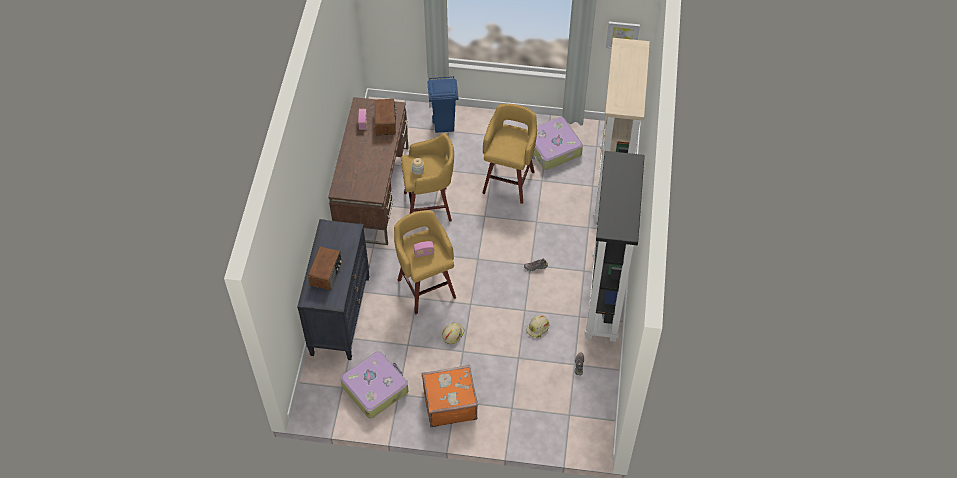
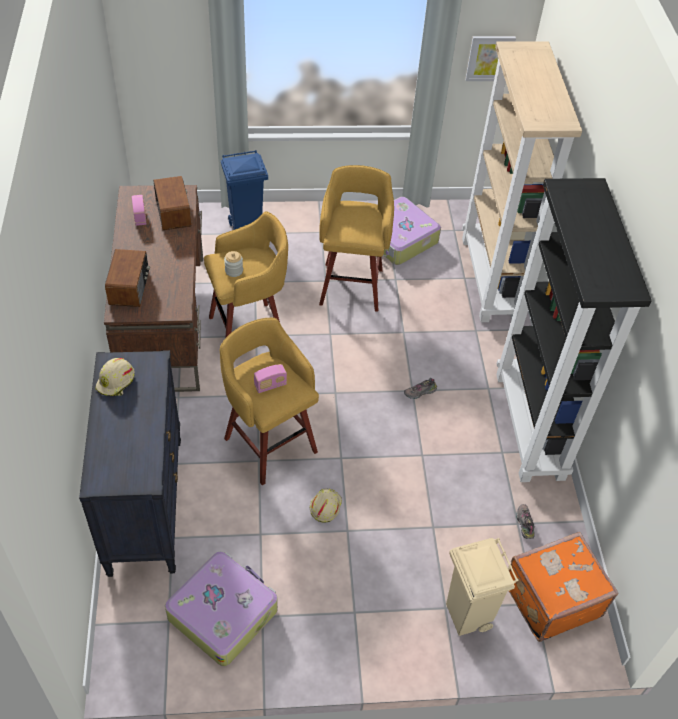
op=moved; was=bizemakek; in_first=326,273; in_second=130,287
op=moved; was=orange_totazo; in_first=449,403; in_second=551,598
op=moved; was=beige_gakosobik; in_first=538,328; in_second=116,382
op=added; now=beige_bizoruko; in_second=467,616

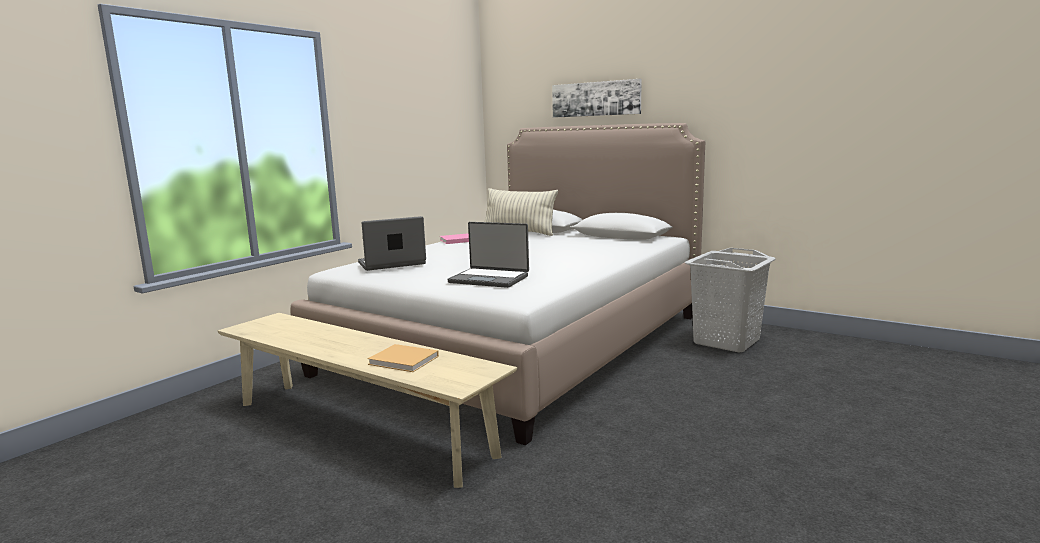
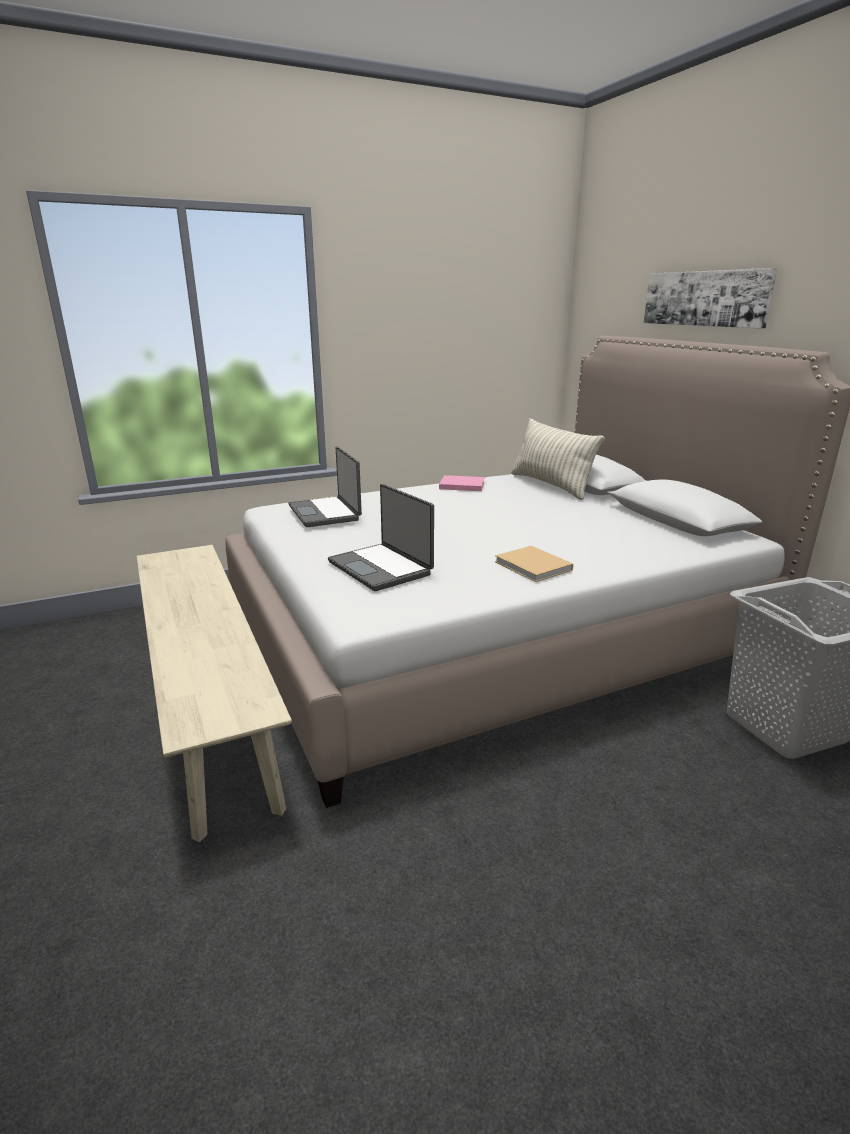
op=turned; was=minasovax; in_first=392,264; in_second=326,513; clockwise=-120
op=moved; was=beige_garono; in_first=405,360; in_second=534,567

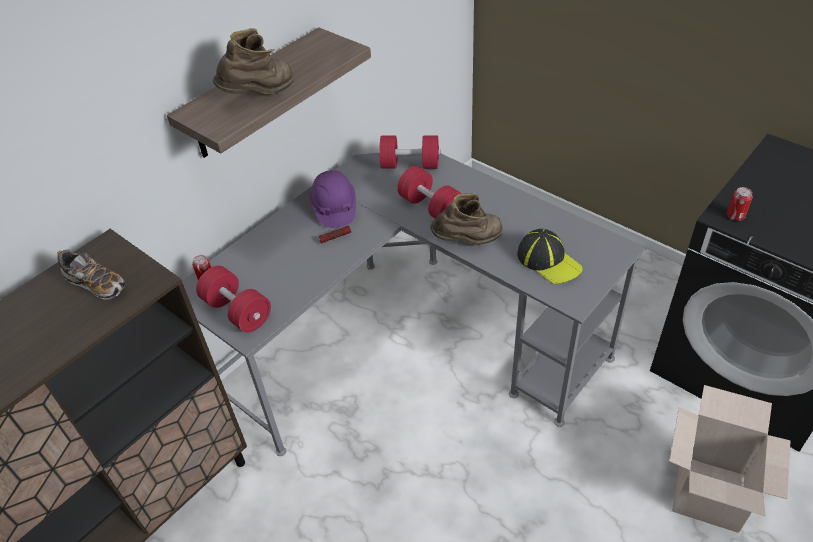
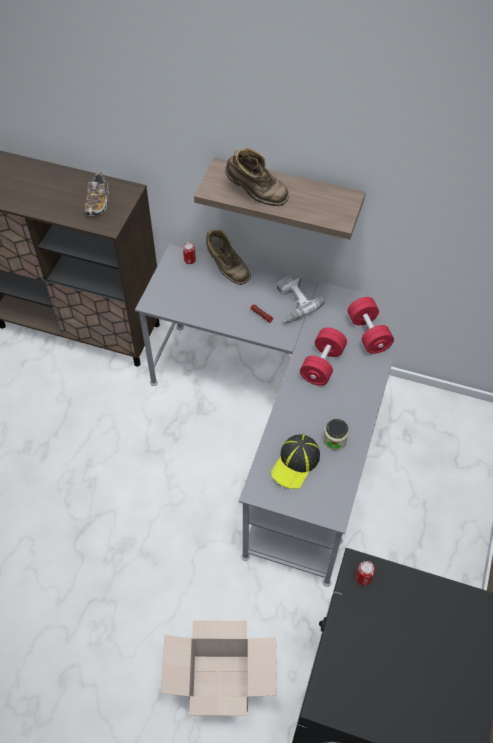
op=removed; was=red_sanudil; in_first=237,311
op=replaced; was=purple_gakosobik; now=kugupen; in_first=334,208; in_second=292,303
op=moved; was=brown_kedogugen; in_first=468,241; in_second=226,269
op=added; now=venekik; in_second=334,440

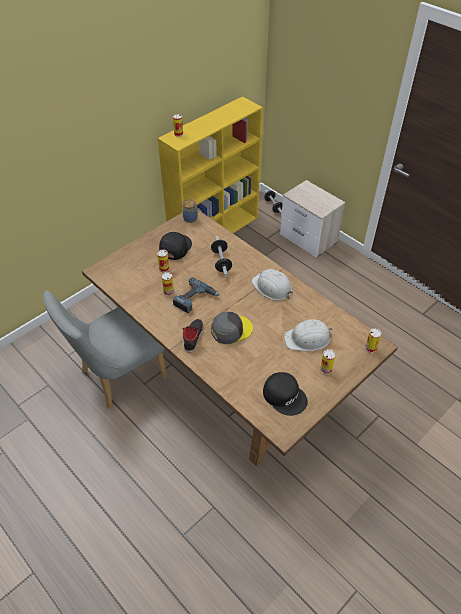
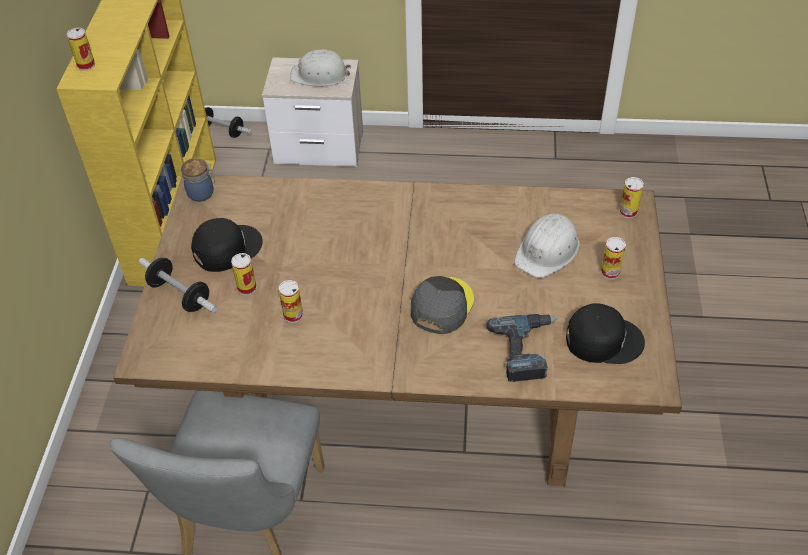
op=turned; was=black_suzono; in_first=175,247; in_second=226,248; clockwise=75
op=moved; was=kugupen; in_first=195,299; in_second=526,350
op=removed; was=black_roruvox; in_first=193,337
op=moved; was=sanudil; in_first=221,261; in_second=180,295
op=moved; was=white_gakosobik; in_first=272,287; in_second=320,75

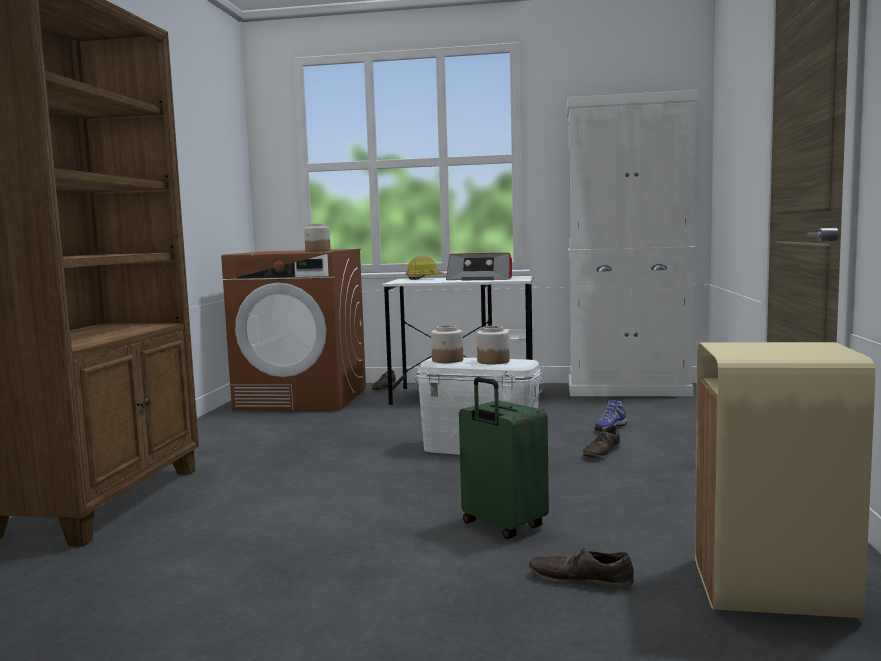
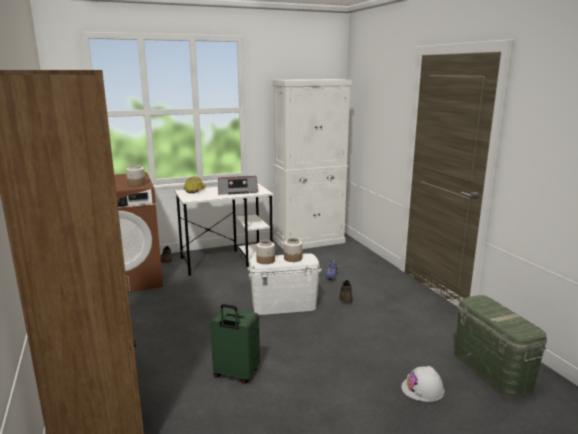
op=moved; was=green_totazo; in_first=502,526; in_second=235,374
op=replaced; was=brown_roruvox; now=white_gakosobik; in_first=580,579; in_second=423,389
op=replaced; was=beige_bizoruko; now=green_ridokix; in_first=772,589; in_second=492,371

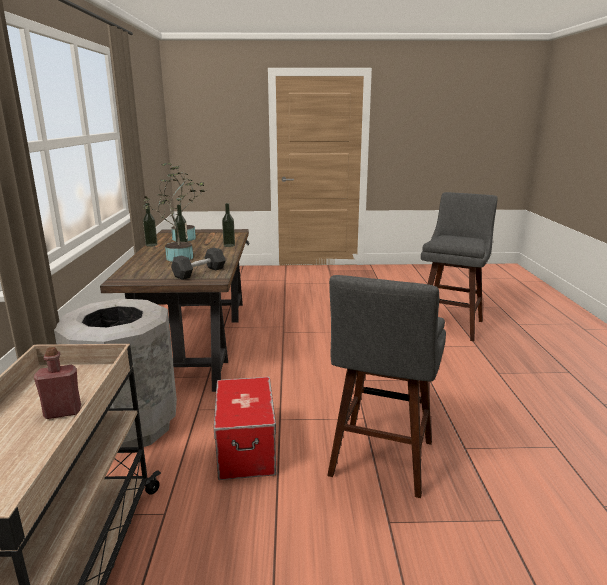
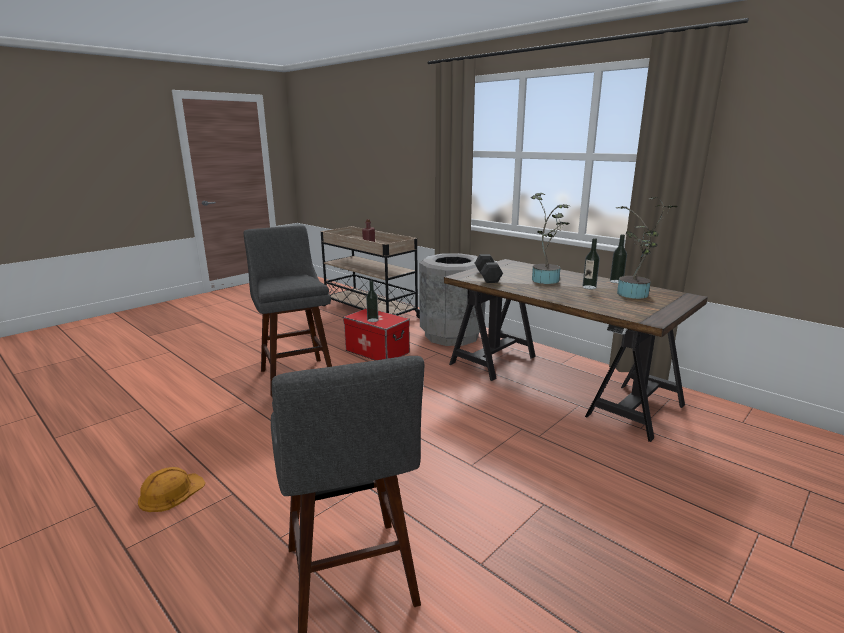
op=moved; was=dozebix; in_first=229,245; in_second=372,320
op=added; now=orange_gakosobik; in_second=171,492

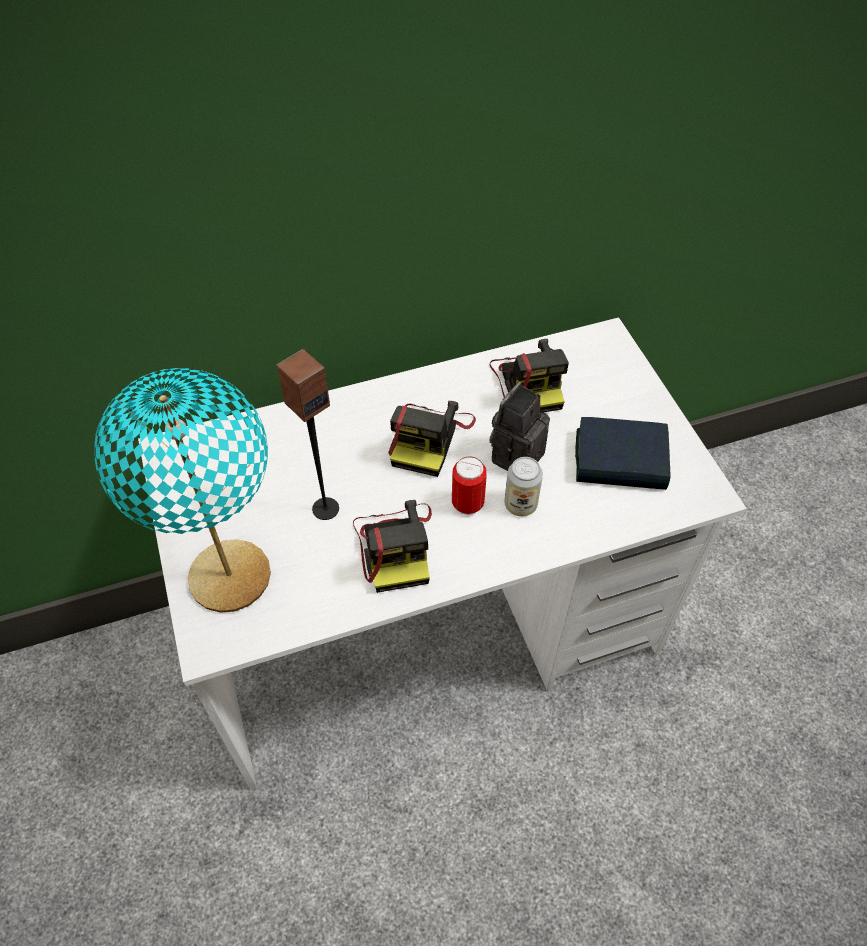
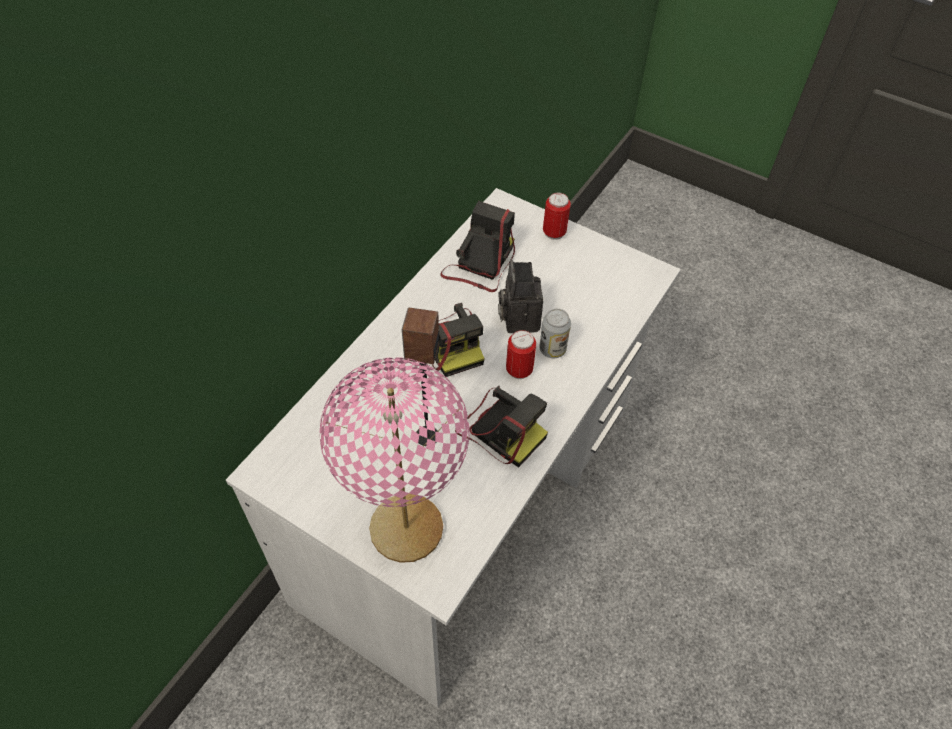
op=recoloured; was=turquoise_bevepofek; now=pink_bevepofek; in_first=229,576; in_second=405,528
op=turned; was=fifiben; in_first=529,382; in_second=480,264; clockwise=-105
op=removed; was=garono; in_first=620,461
op=added; now=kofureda; in_second=554,233

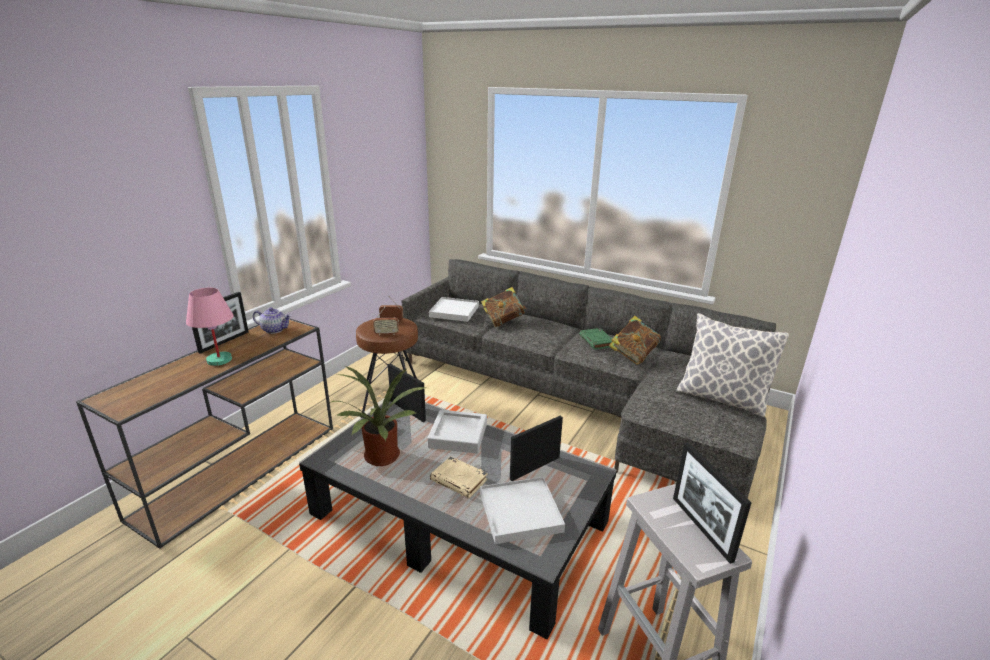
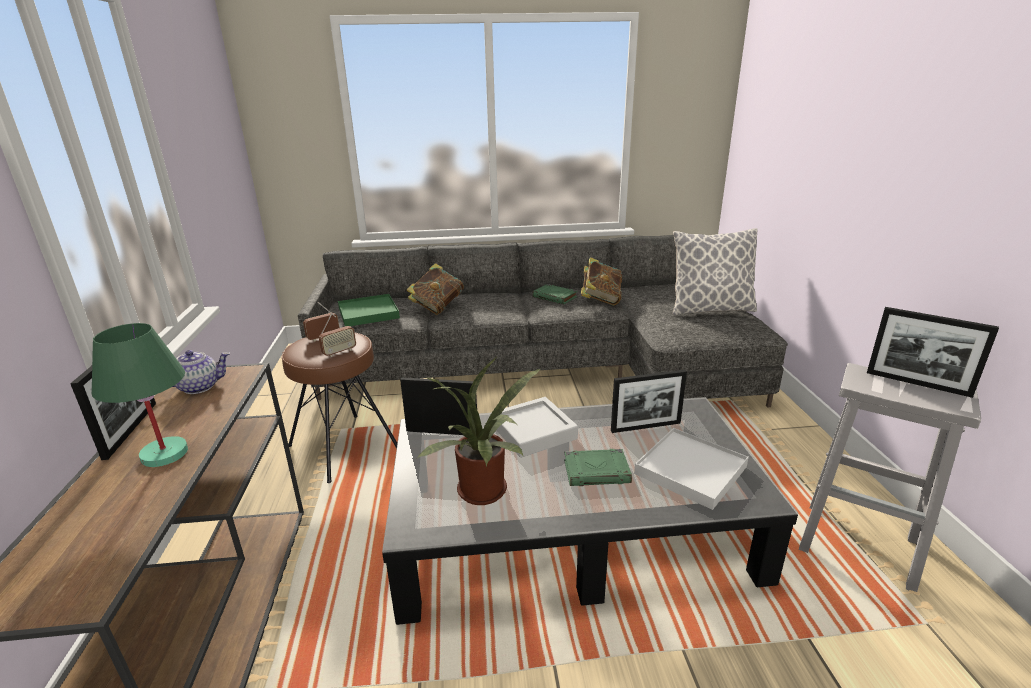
op=recoloured; was=pink_bevepofek; now=green_bevepofek; in_first=219,360; in_second=163,454
op=recoloured; was=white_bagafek; now=green_bagafek; in_first=454,311; in_second=368,313
op=recoloured; was=beige_garono; now=green_garono; in_first=459,480; in_second=597,472
op=turned; was=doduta; in_first=535,468; in_second=645,427; clockwise=-120

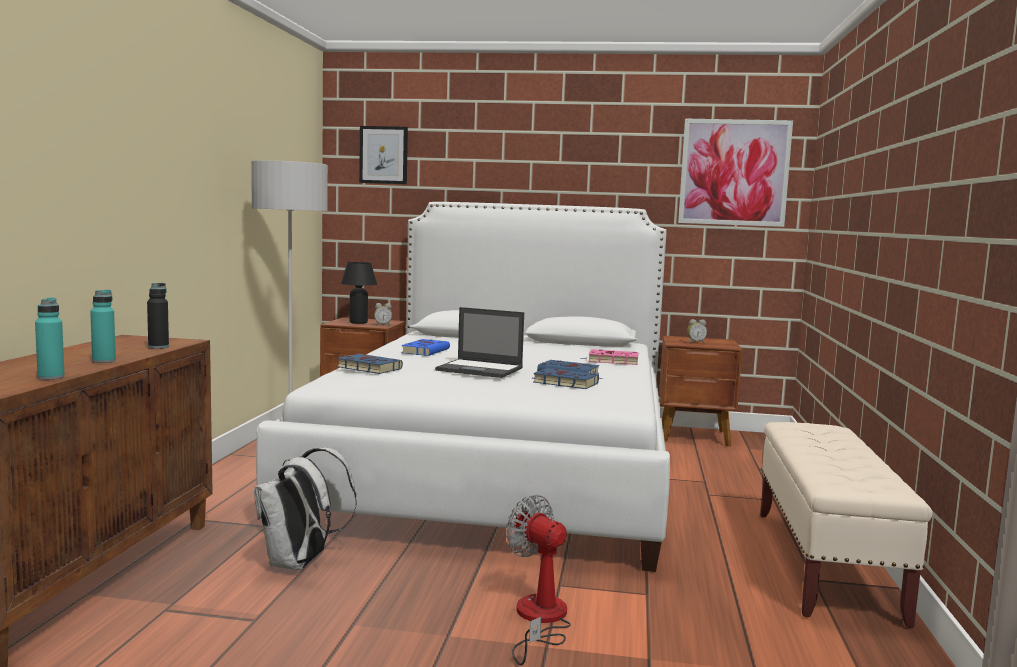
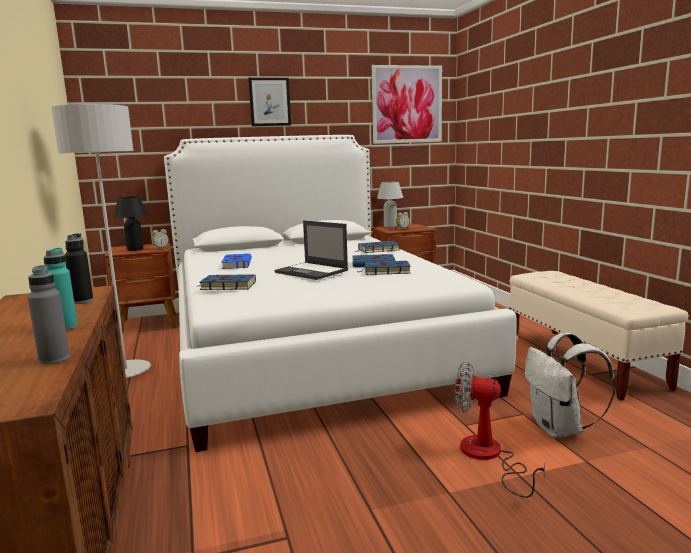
op=recoloured; was=turquoise_dozebix; now=grey_dozebix; in_first=51,377; in_second=54,359
op=moved; was=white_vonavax; in_first=300,563; in_second=560,429
op=moved; was=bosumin; in_first=383,155; in_second=269,102
op=turned; was=minasovax; in_first=480,369; in_second=312,271; clockwise=45
op=recoloured; was=pink_garono; now=blue_garono; in_first=611,361; in_second=377,250
op=added; now=white_bevepofek; in_second=390,226

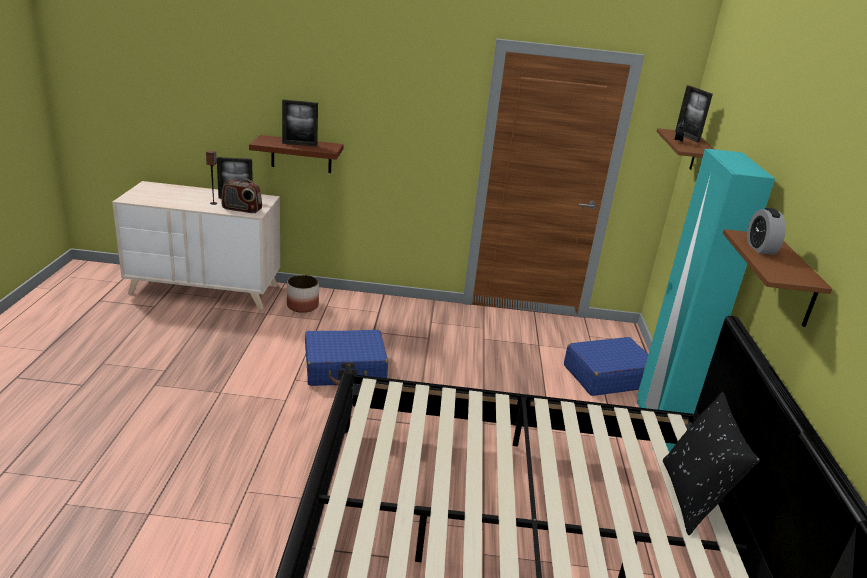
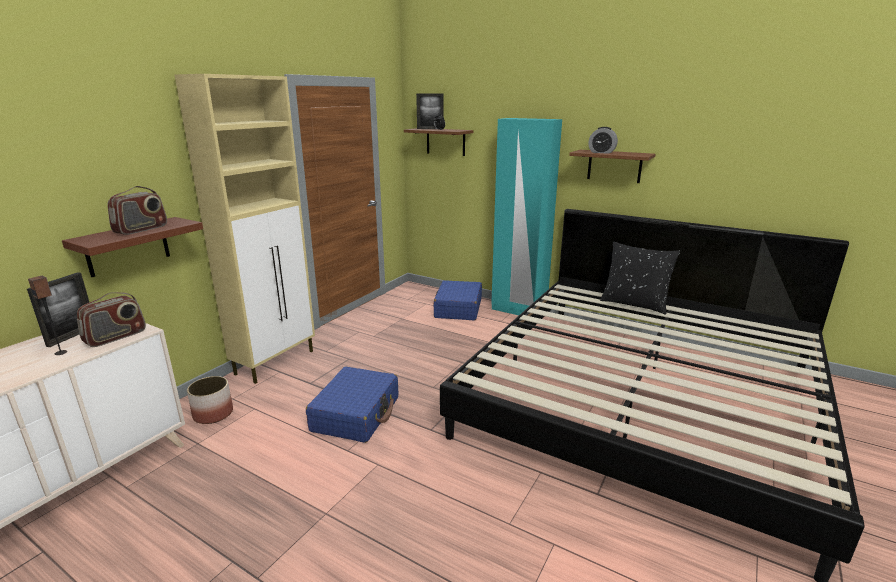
op=replaced; was=doduta; now=bizemakek; in_first=299,144; in_second=141,229
op=added; now=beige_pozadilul; in_second=276,362

